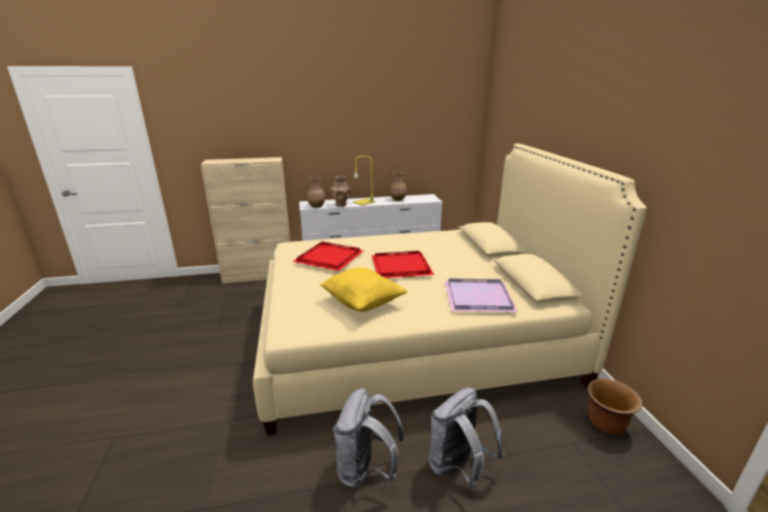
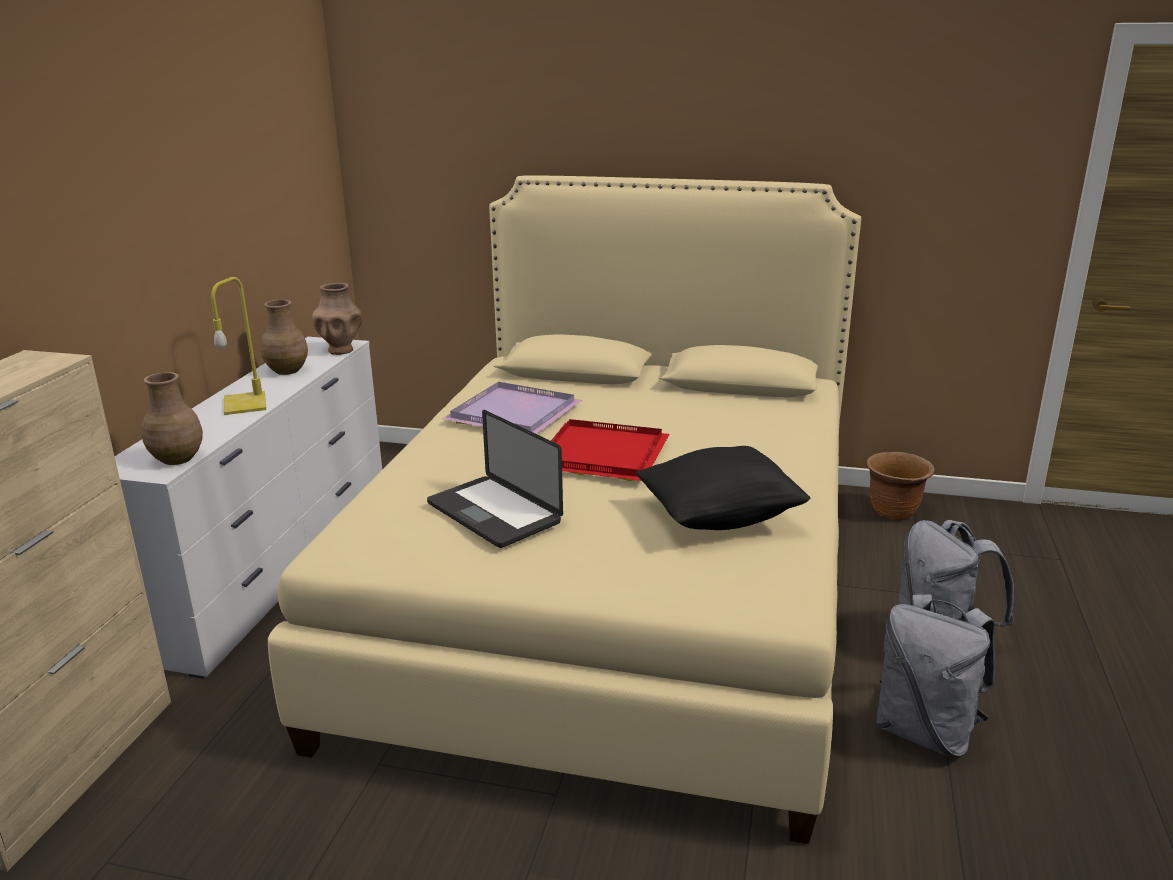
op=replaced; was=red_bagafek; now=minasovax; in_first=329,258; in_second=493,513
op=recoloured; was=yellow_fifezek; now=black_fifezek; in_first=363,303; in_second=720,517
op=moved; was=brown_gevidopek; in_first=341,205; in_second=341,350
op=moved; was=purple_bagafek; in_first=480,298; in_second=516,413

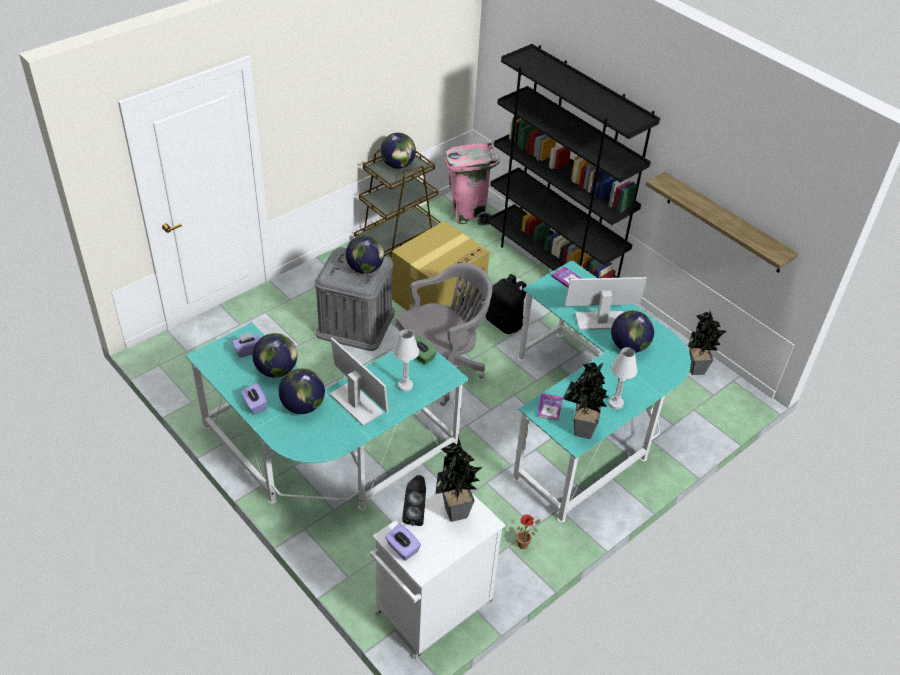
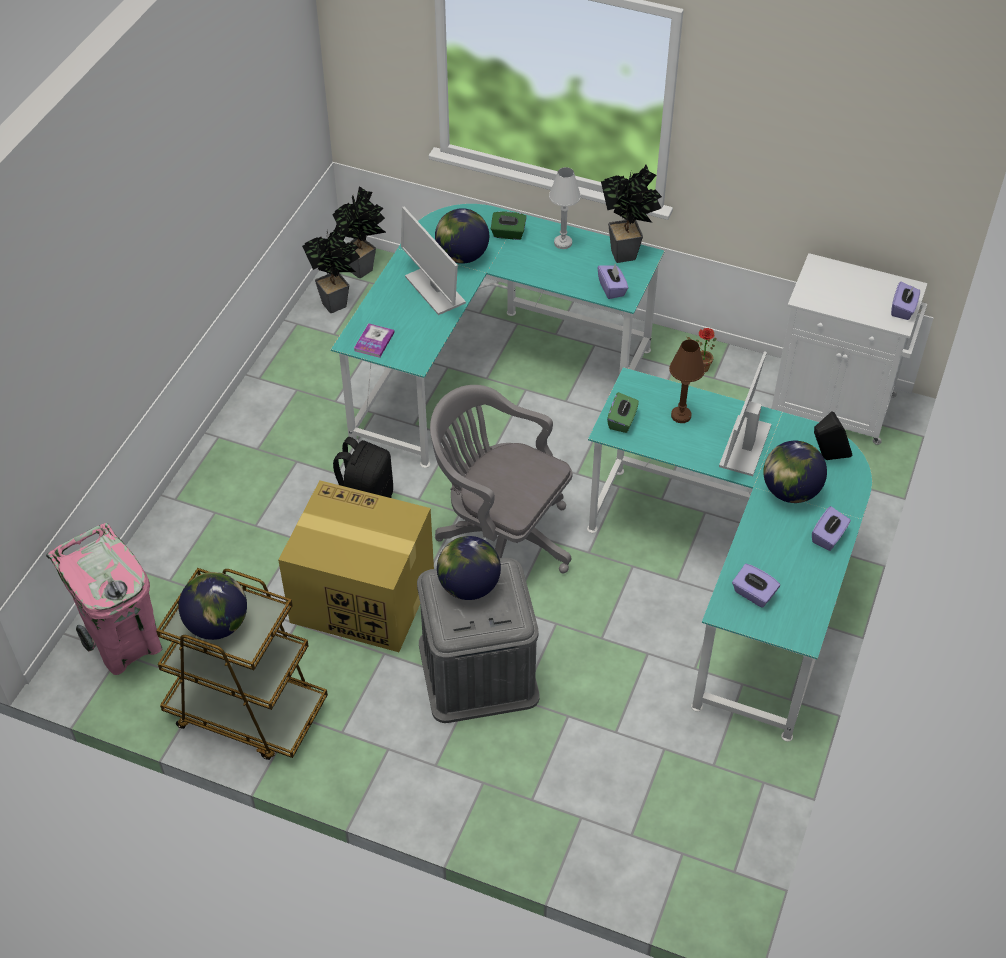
op=removed; was=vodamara; in_first=277,370
op=recoloured; was=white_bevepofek; now=brown_bevepofek; in_first=405,386; in_second=681,415
op=moved; was=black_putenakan; in_first=415,514; in_second=827,458
op=moved; was=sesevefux; in_first=455,516; in_second=365,269
op=removed; was=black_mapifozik; in_first=552,265
op=replaced; was=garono; now=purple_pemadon; in_first=549,407; in_second=612,289
op=removed; was=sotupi; in_first=725,223
op=added; now=green_pemadon; in_second=508,234

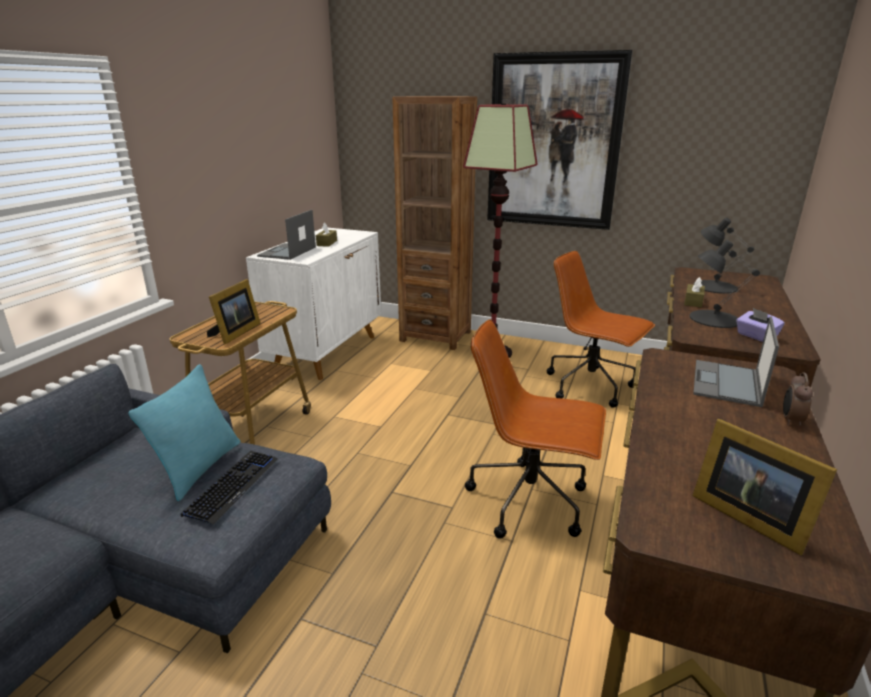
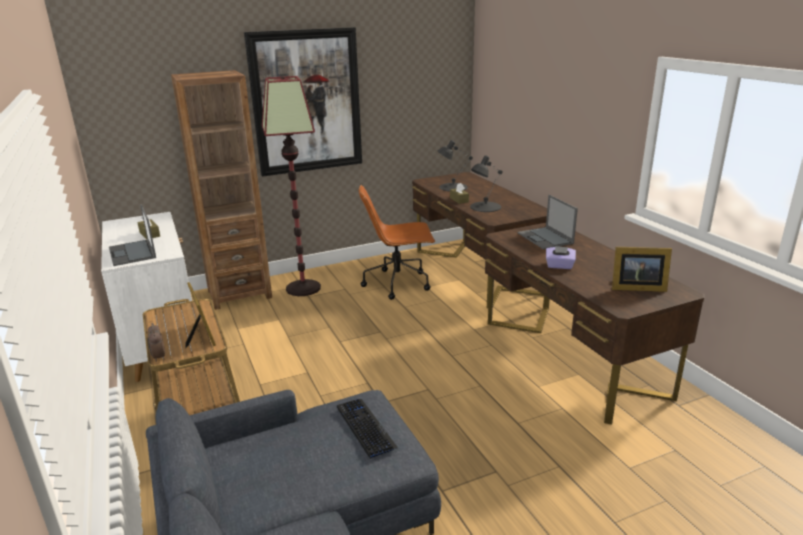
op=removed; was=turquoise_fifezek; in_first=199,468
op=removed; was=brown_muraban; in_first=530,501
op=moved; was=purple_pemadon; in_first=755,336; in_second=559,266
op=moved; was=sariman; in_first=790,420; in_second=158,357

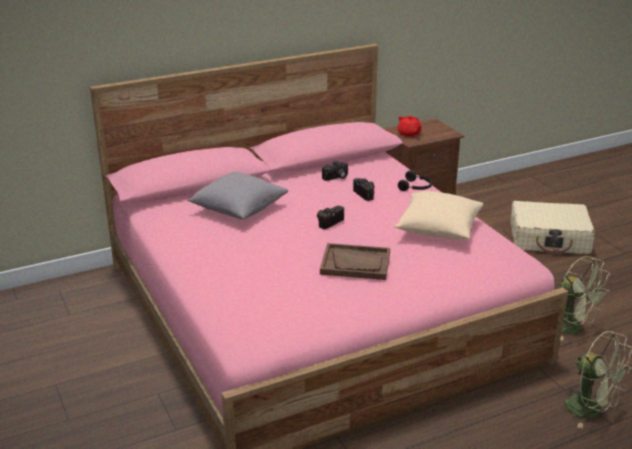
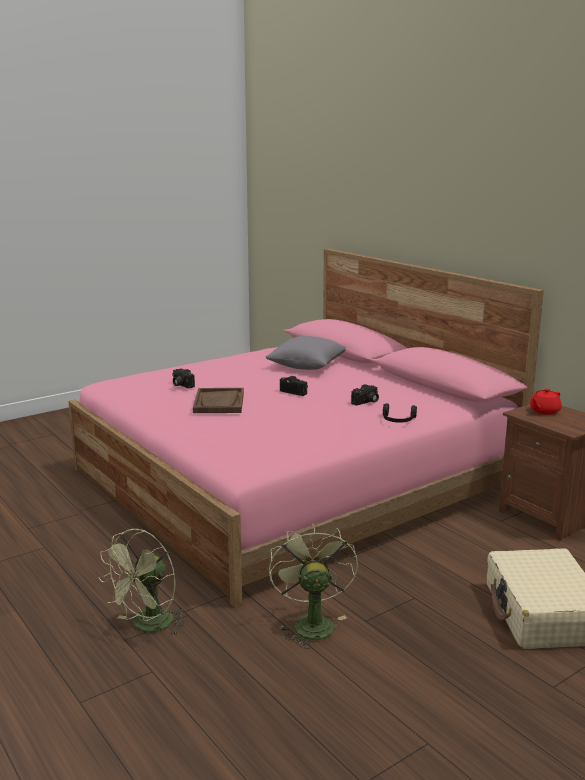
op=moved; was=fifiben; in_first=336,177; in_second=181,385
op=removed; was=beige_fifezek; in_first=438,229
op=turned; was=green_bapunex; in_first=572,328; in_second=311,623; clockwise=135

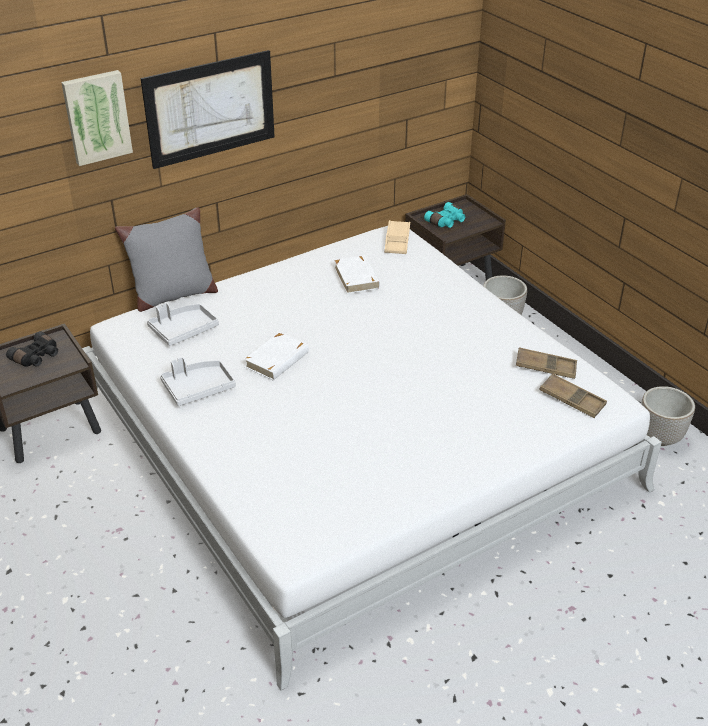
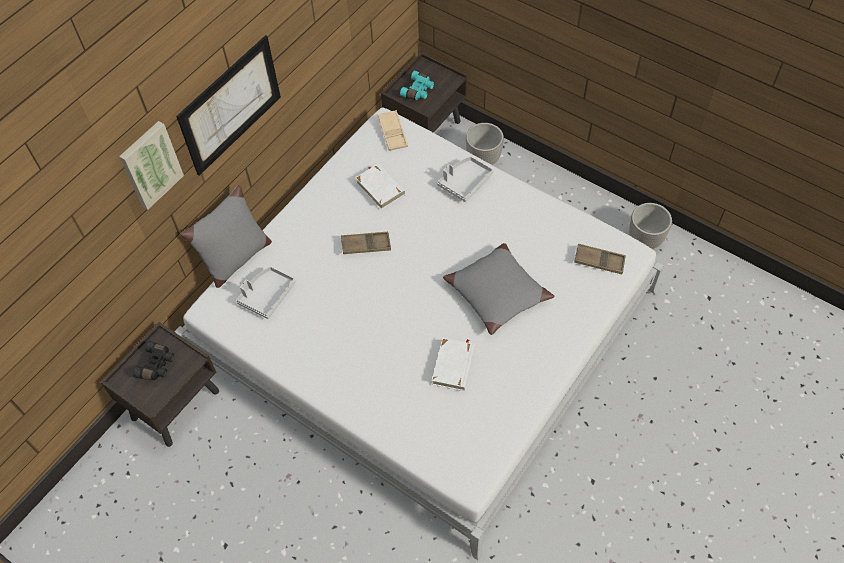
op=moved; was=grey_bagafek; in_first=198,388; in_second=464,182
op=moved; was=white_garono; in_first=277,360; in_second=454,366
op=moved; was=brown_bagafek; in_first=545,367; in_second=366,245
op=added; now=grey_fifezek; in_second=497,293

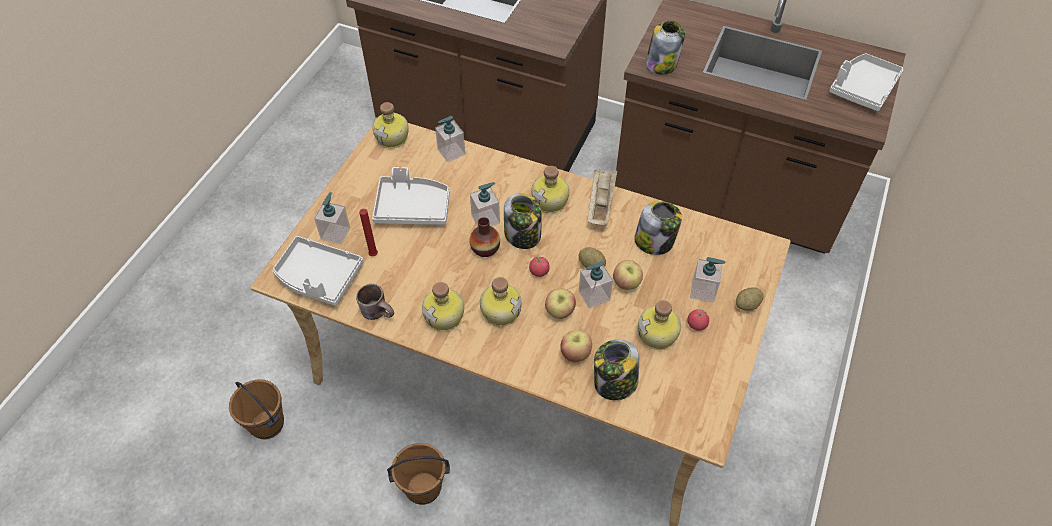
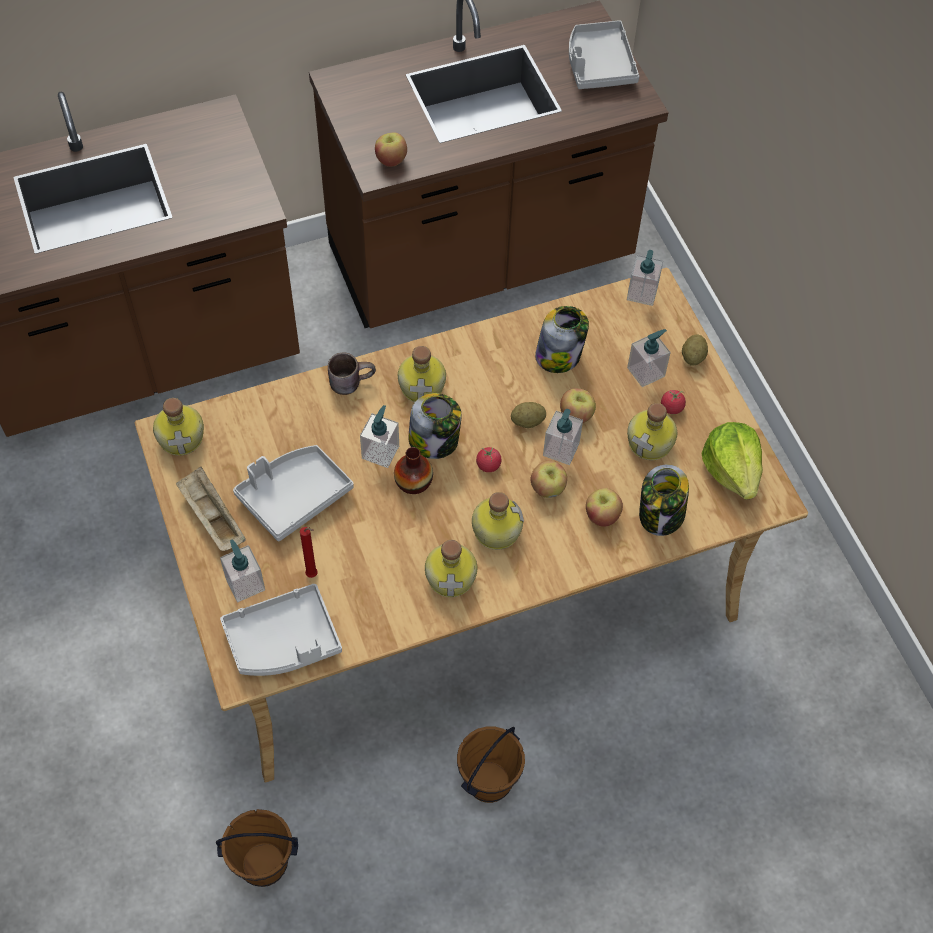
op=moved; was=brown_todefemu; in_first=379,311; in_second=350,380
op=moved; was=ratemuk; in_first=451,152; in_second=642,293
op=moved; was=beige_bagafek; in_first=600,204; in_second=212,518
op=replaced; was=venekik; now=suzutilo; in_first=661,64; in_second=391,160
op=added; now=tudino; in_second=732,470

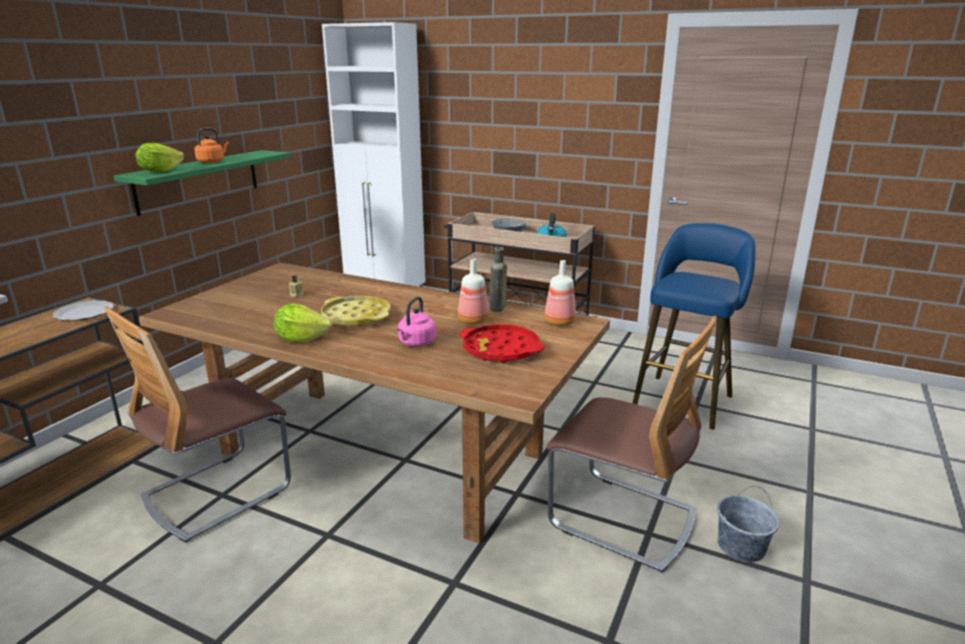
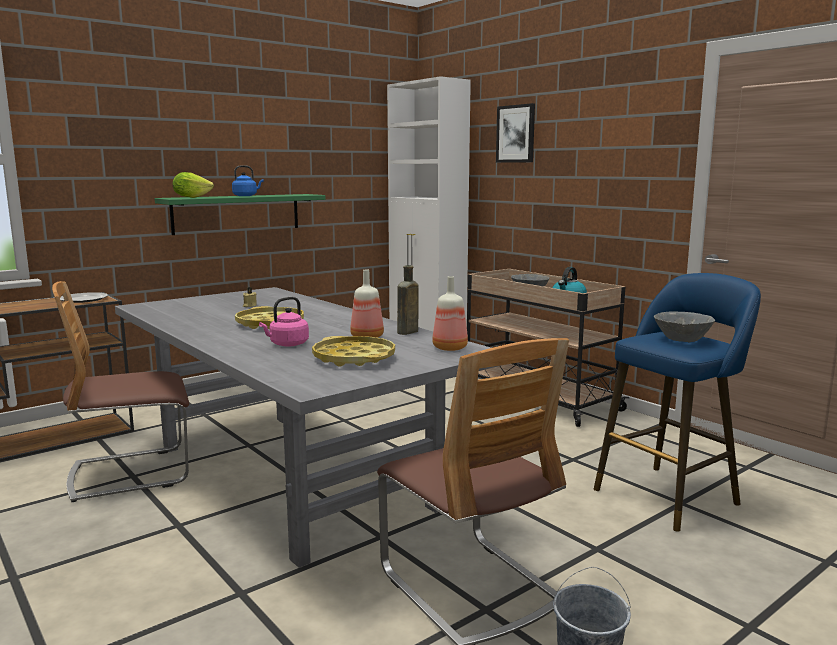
op=recoloured; was=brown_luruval; now=grey_luruval; in_first=384,454; in_second=291,476
op=recoloured; was=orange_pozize; now=blue_pozize; in_first=212,162; in_second=246,196
op=removed; was=tudino; in_first=301,339
op=recoloured; was=red_bagafek; now=yellow_bagafek; in_first=501,350; in_second=354,358
op=added; now=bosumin; in_second=516,134
op=added; now=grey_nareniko; in_second=682,339

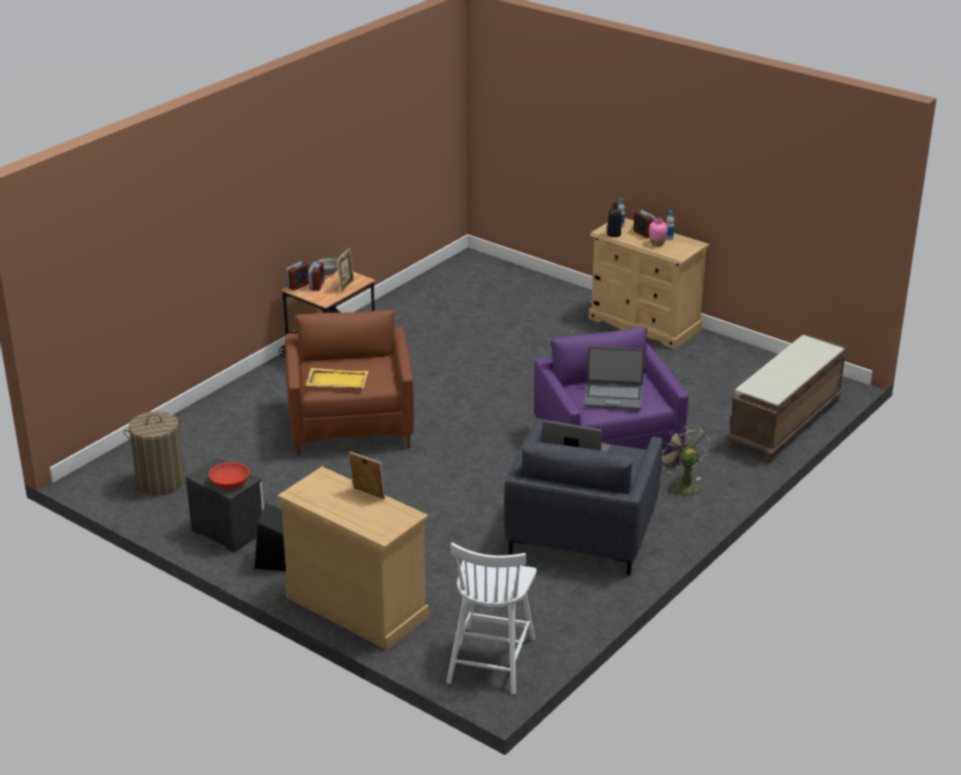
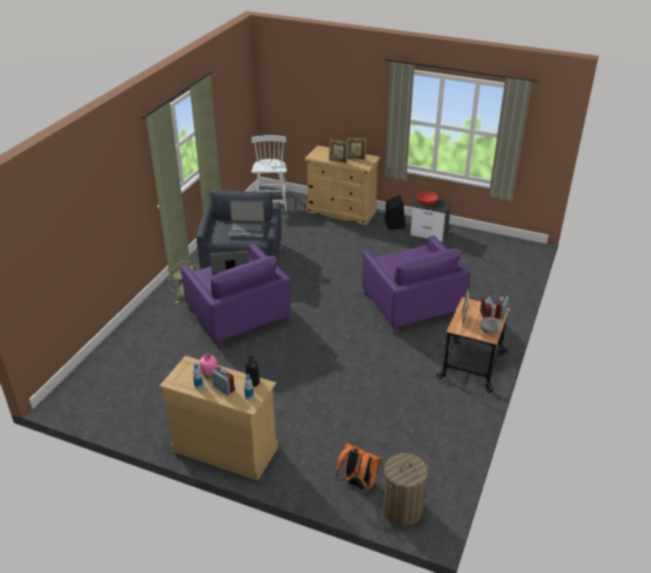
op=moved; was=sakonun; in_first=160,482; in_second=402,509
op=recoloured; was=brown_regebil; now=purple_regebil; in_first=351,423; in_second=411,305
op=removed; was=yellow_bagafek; in_first=336,380
op=removed; was=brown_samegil; in_first=785,423
op=added; now=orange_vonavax; in_second=357,483
op=added; now=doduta; in_second=355,159

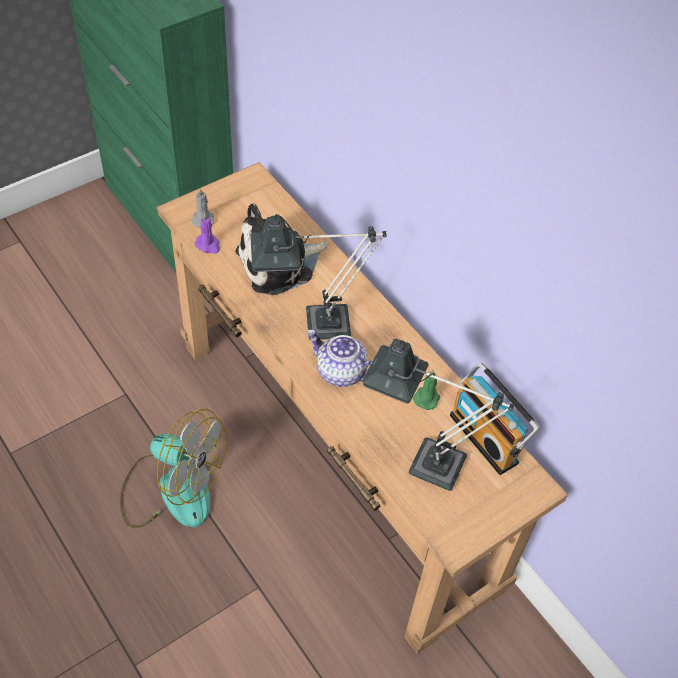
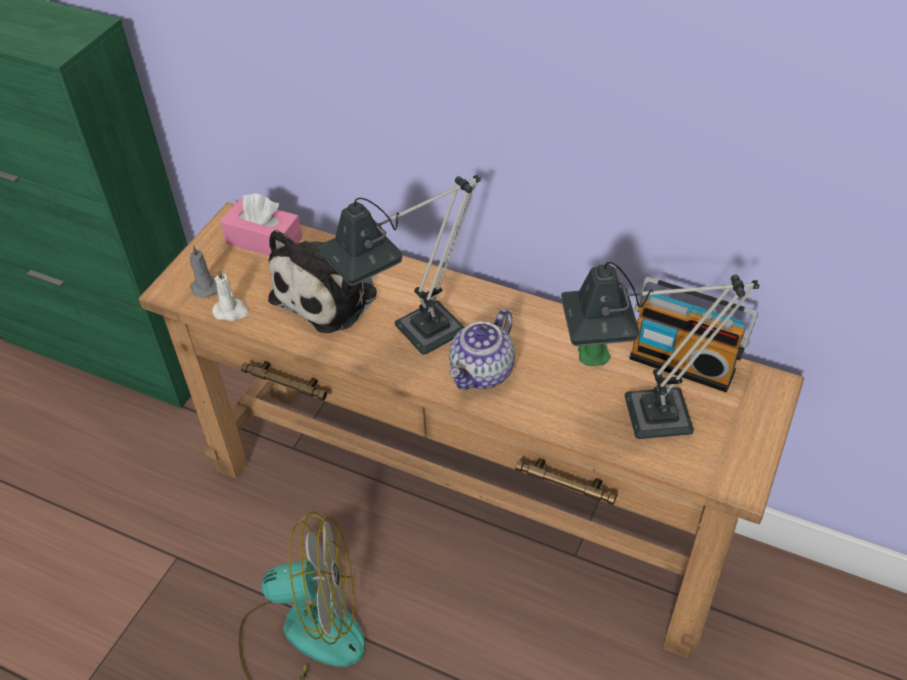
op=recoloured; was=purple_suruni; now=white_suruni; in_first=208,245; in_second=231,311
op=turned; was=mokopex; in_first=340,372; in_second=482,372; clockwise=-60
op=added; now=pink_pemadon; in_second=264,240

